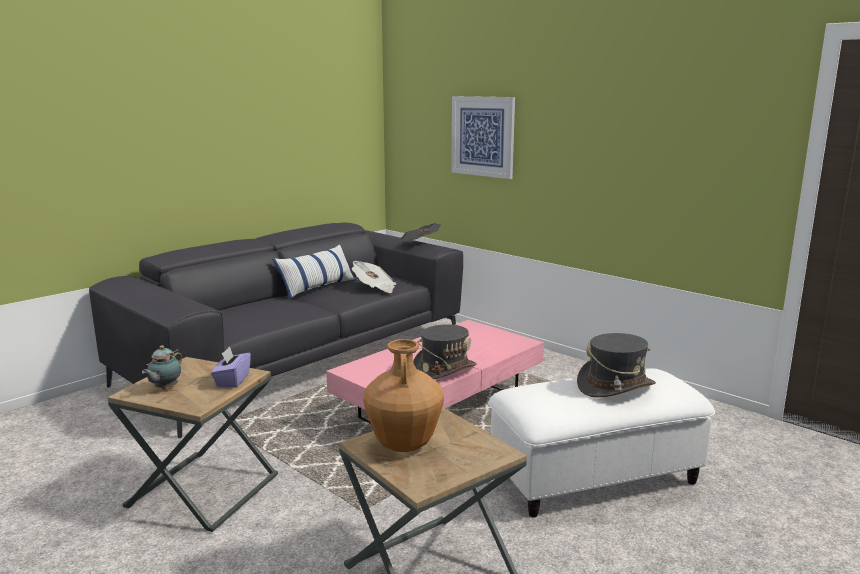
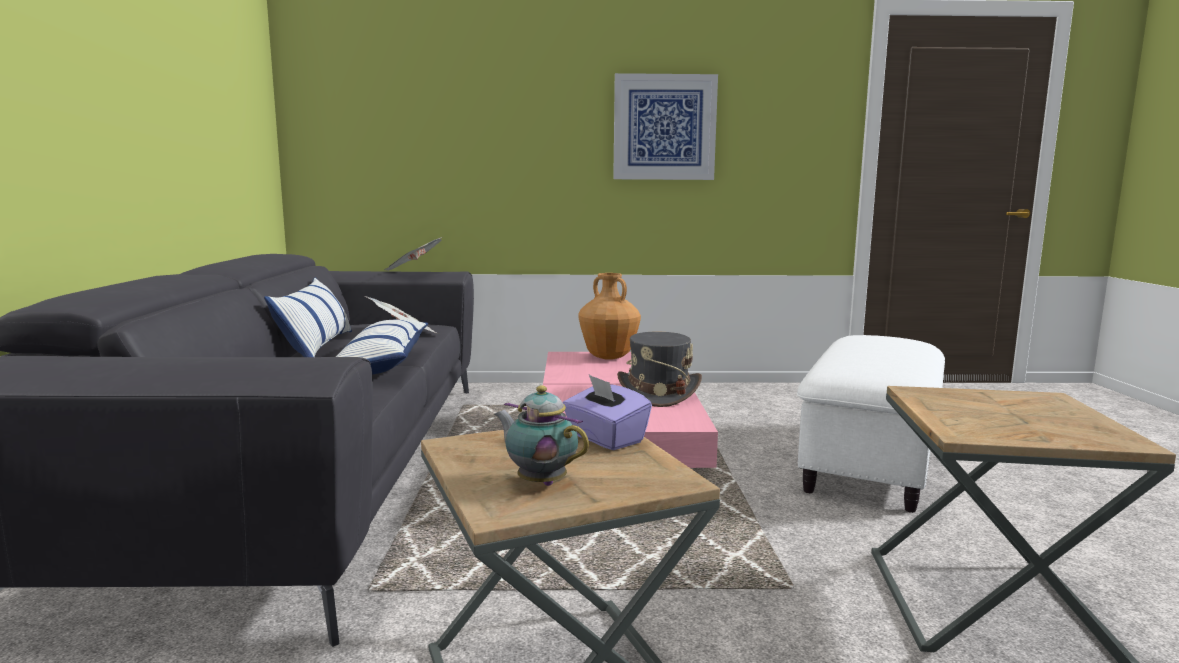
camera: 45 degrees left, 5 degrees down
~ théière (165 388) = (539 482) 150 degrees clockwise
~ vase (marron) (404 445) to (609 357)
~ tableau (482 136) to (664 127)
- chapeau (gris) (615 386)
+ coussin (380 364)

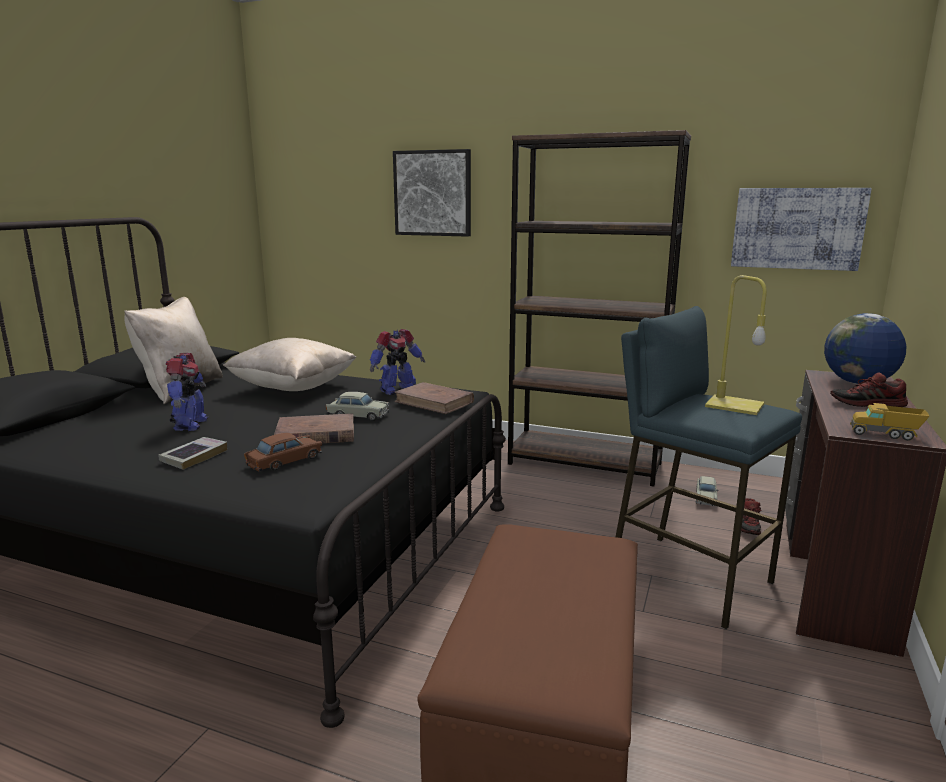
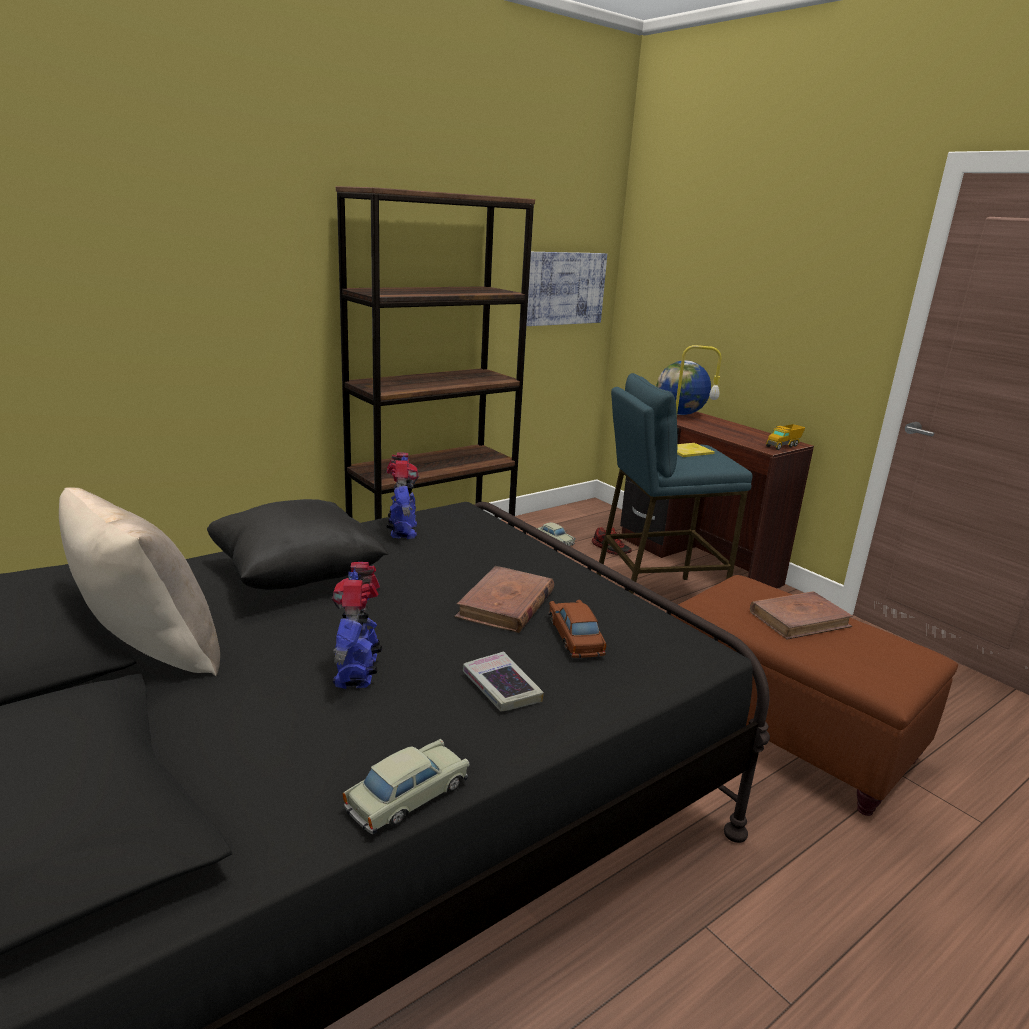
camera: 60 degrees left, 5 degrees up
~ robot jouet (189 425) = (358 671) 120 degrees counterclockwise
~ coussin (beige) (293 388) to coussin (noir) (296 577)
~ petite voiture (beige) (358 415) to (407 796)
- tableau (433 193)
~ livre (marron) (434 402) to (799 619)
- chaussure (867 404)

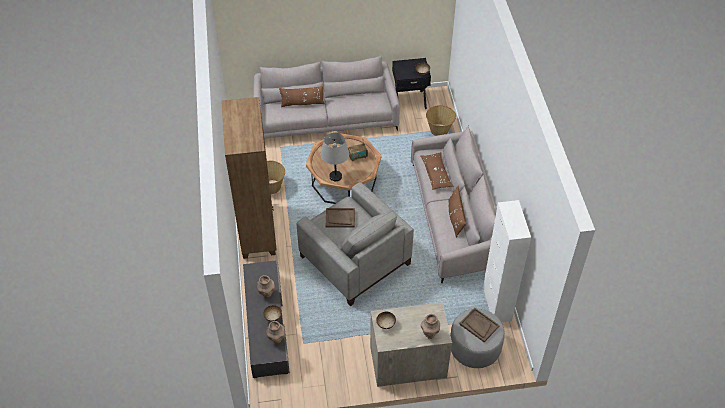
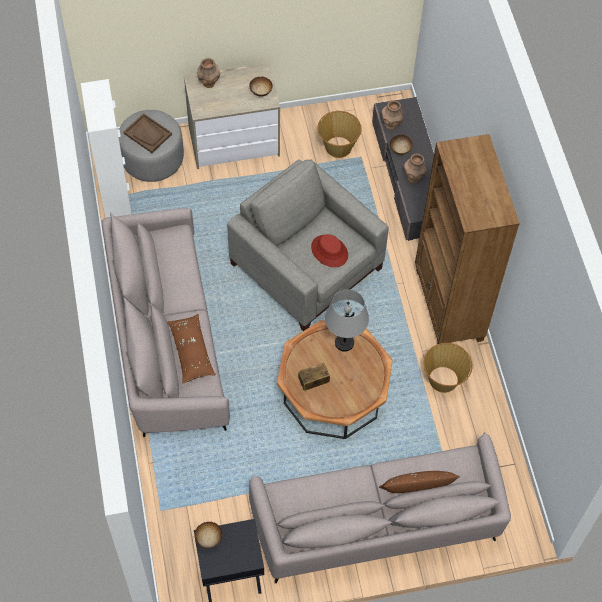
camera: 175 degrees right, 10 degrees up
~ plateau (marron) (340 218) to chapeau (rouge) (329 251)
~ panier (439 130) to (338 147)
- coussin (marron) (455 218)

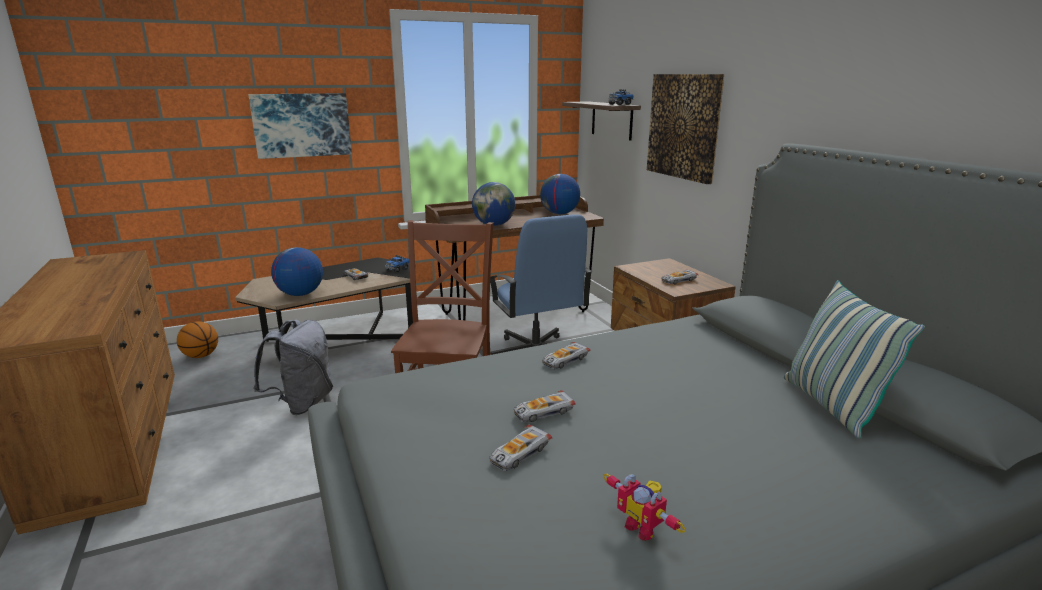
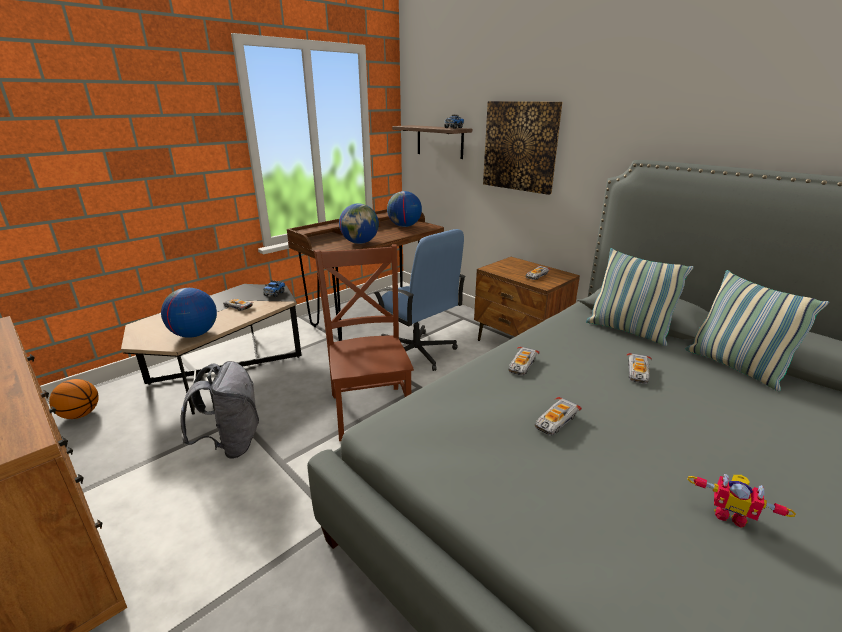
camera: 20 degrees left, 5 degrees up
- tableau (302 125)
~ petite voiture (519 453) to (638 372)
+ coussin (627 331)

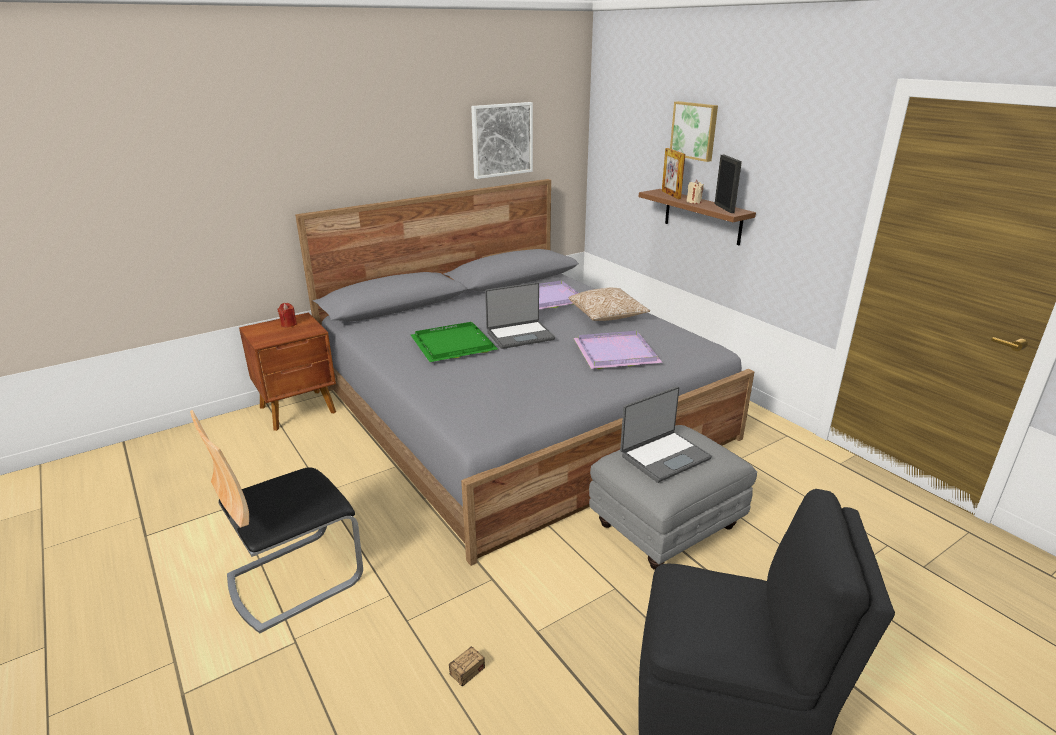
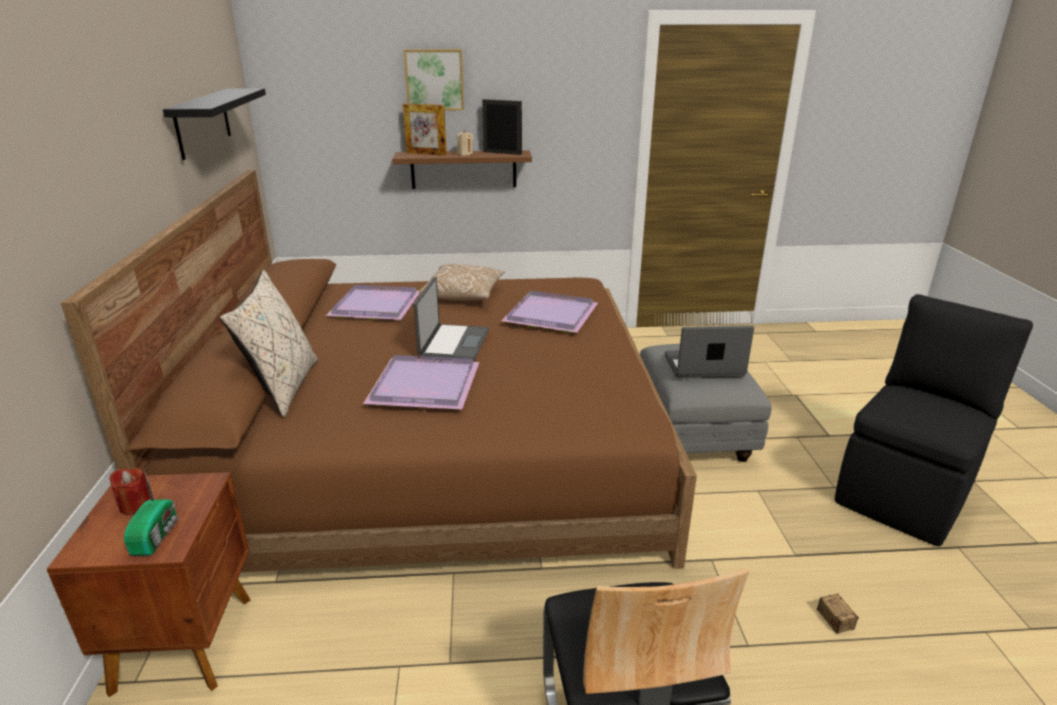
camera: 60 degrees left, 0 degrees up
~ lit (gris) (519 412) to lit (marron) (437 444)
~ plateau (vert) (455 345) to plateau (violet) (427 385)
~ tableau (502 140) to étagère (noir) (203 122)
~ ordinateur portable (664 456) = (704 367) 90 degrees counterclockwise
+ radio (157 535)
+ coussin (beige) (282 387)

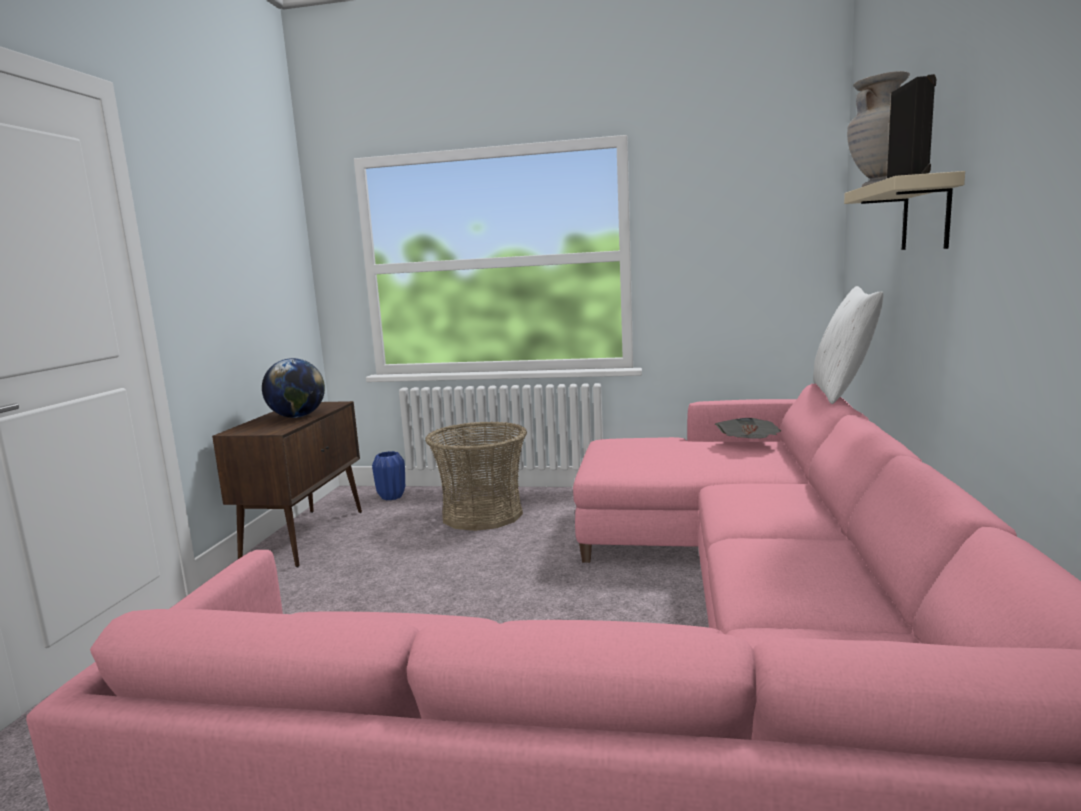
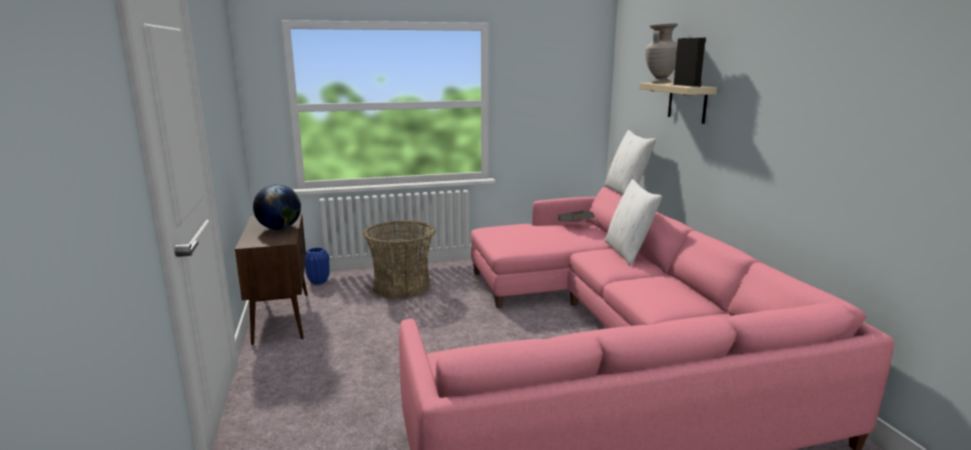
camera: 25 degrees left, 5 degrees up
+ coussin (blanc) (628 252)

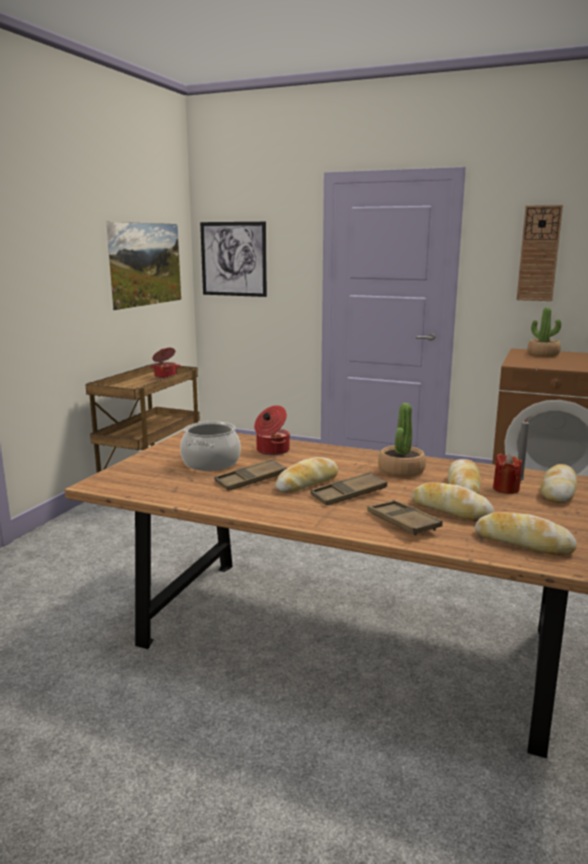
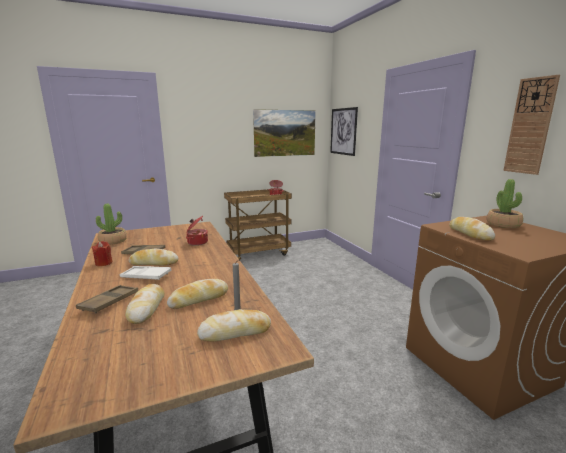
camera: 45 degrees right, 0 degrees up
- marmite (211 463)
~ plateau (marron) (348 494) to plateau (blanc) (146 276)
~ plante en pot (401 471) to (113 241)
~ pain (523 542) to (469 234)
~ bougie (rouge) (506 489) to (103 263)

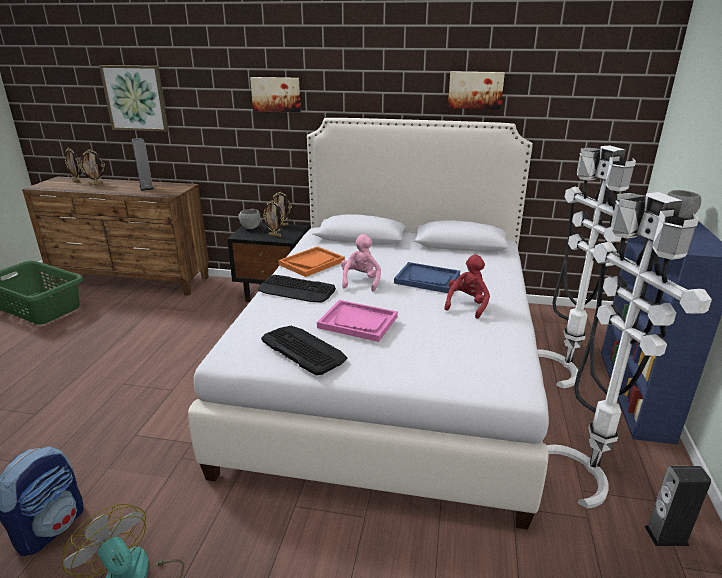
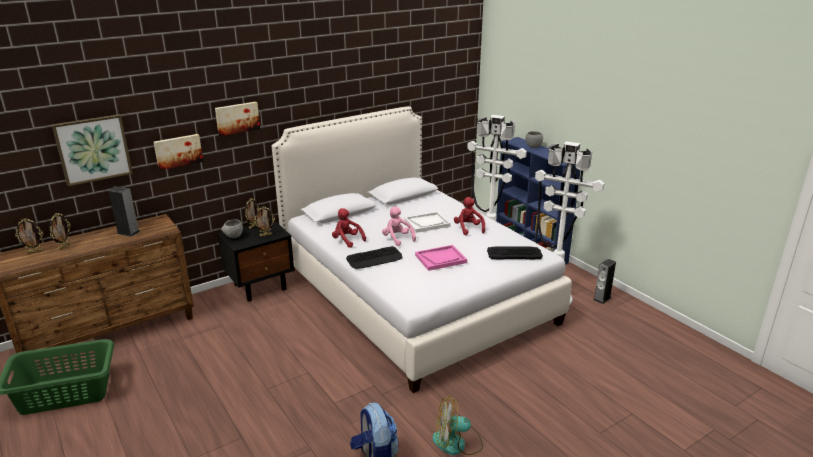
camera: 45 degrees left, 0 degrees up
~ clavier (303 349) to (514 253)
~ plateau (orange) (312 263) to peluche (rouge) (347 240)
~ plateau (bleu) (427 279) to plateau (blanc) (427 223)
~ tableau (475 90) to (178 151)

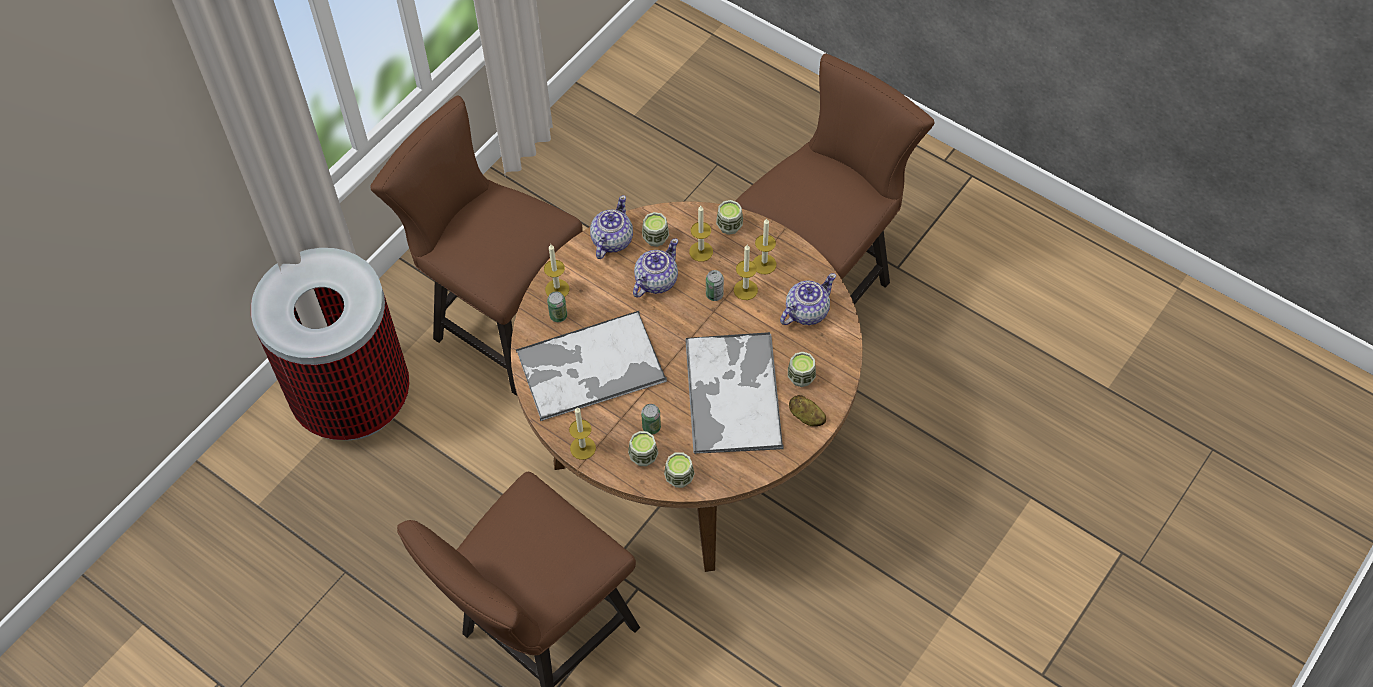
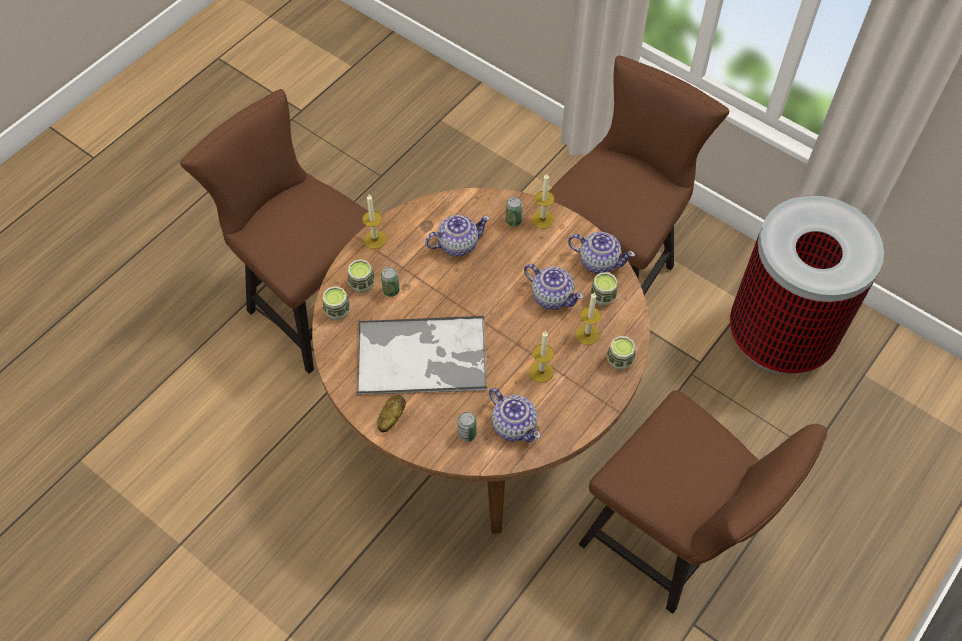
camera: 90 degrees right, 0 degrees up
~ poubelle (353 398) to (780 337)
~ plateau (589 367) to théière (457 244)
~ boîte métallique (714 294) to (467 434)
- bougie (764 264)
- tasse (801 377)

